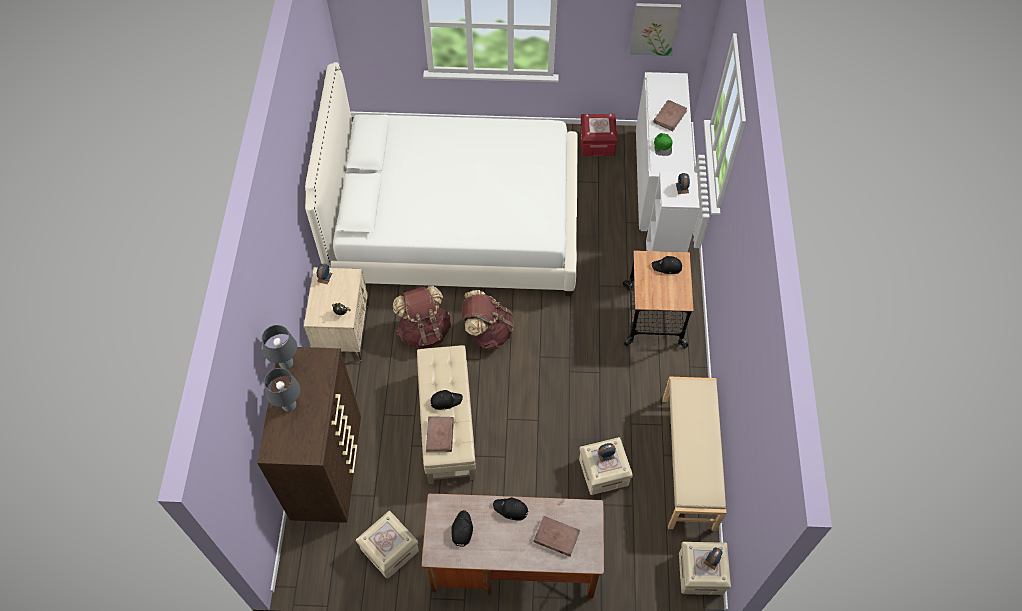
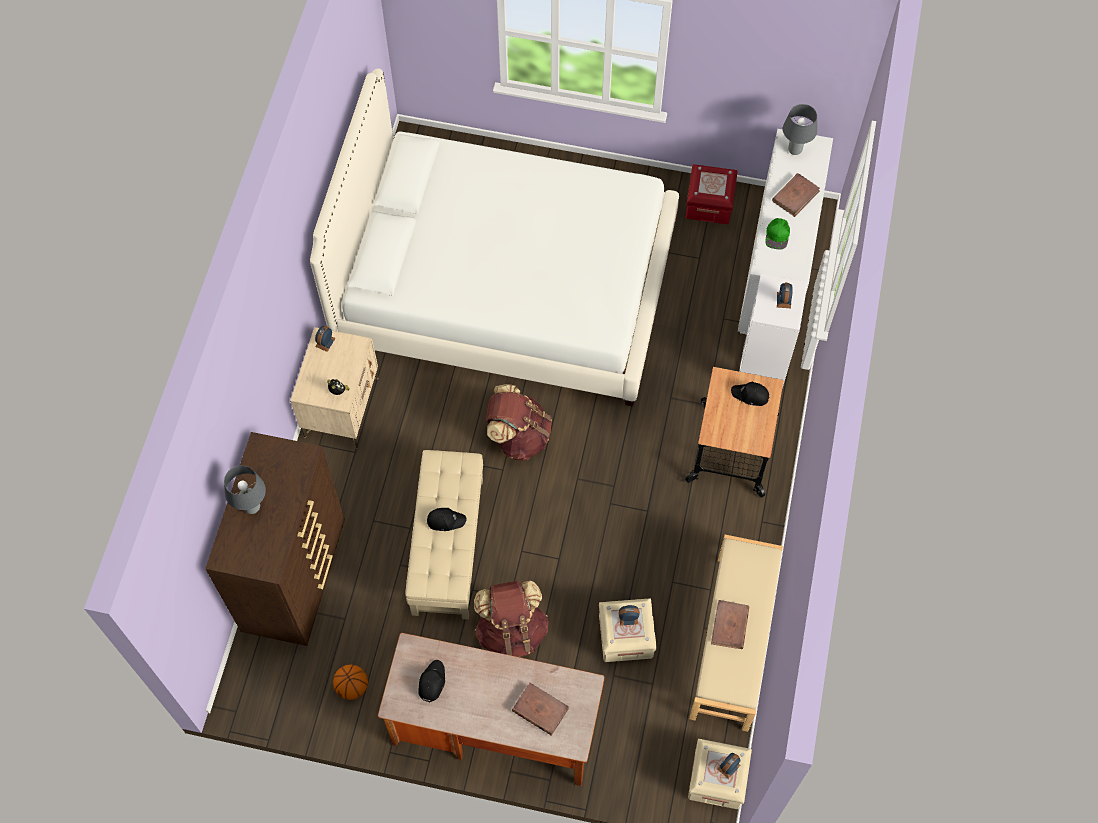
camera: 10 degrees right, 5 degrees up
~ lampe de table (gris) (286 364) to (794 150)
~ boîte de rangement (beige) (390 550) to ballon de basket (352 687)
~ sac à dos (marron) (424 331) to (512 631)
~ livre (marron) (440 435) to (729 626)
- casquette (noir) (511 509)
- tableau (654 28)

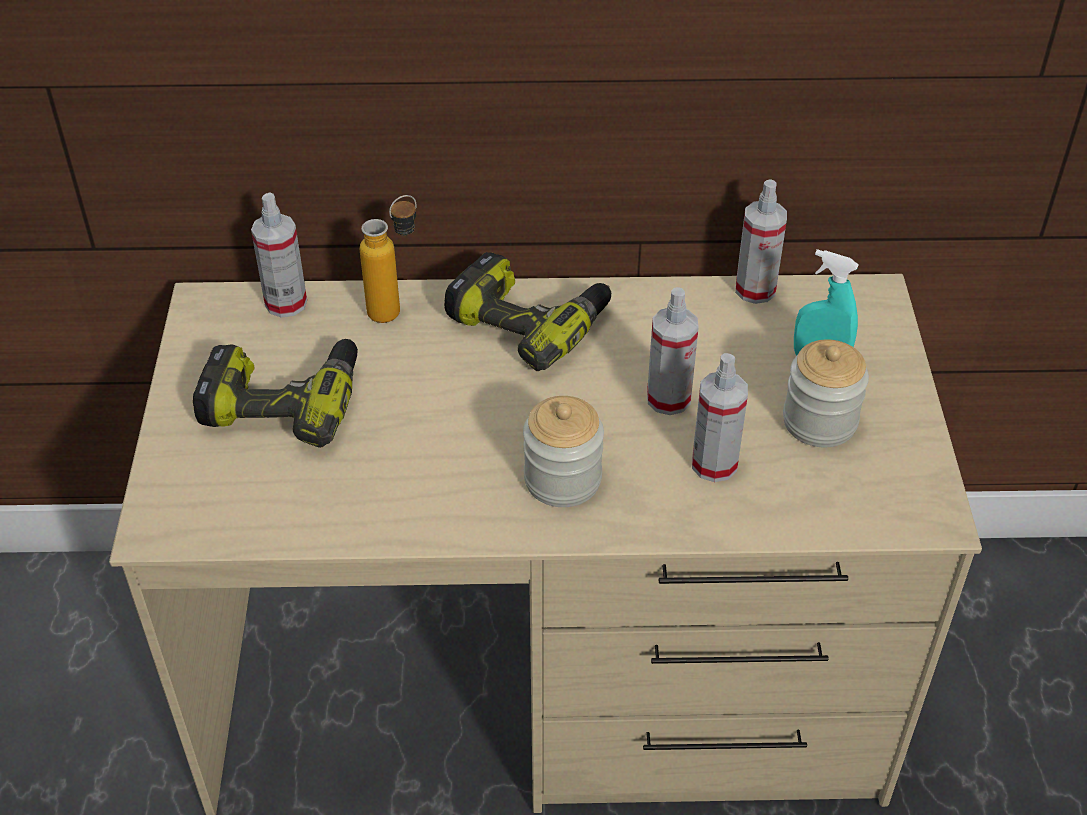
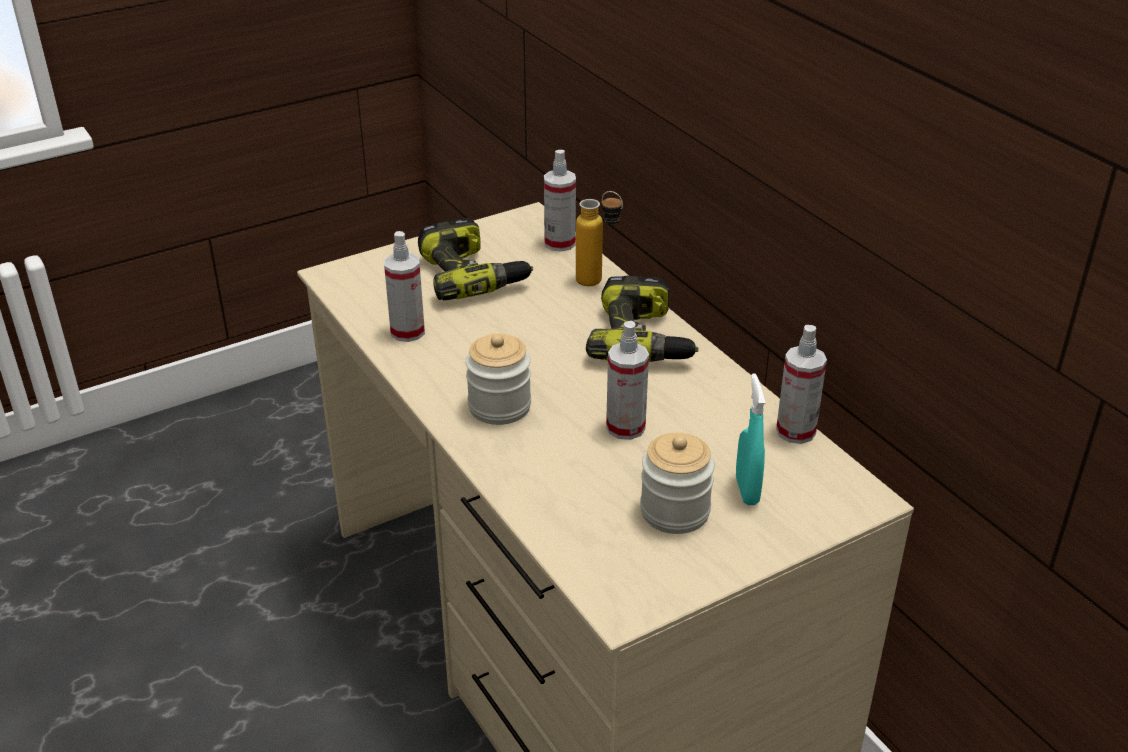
camera: 60 degrees right, 10 degrees down
~ vaporisateur (714 464) to (407 332)

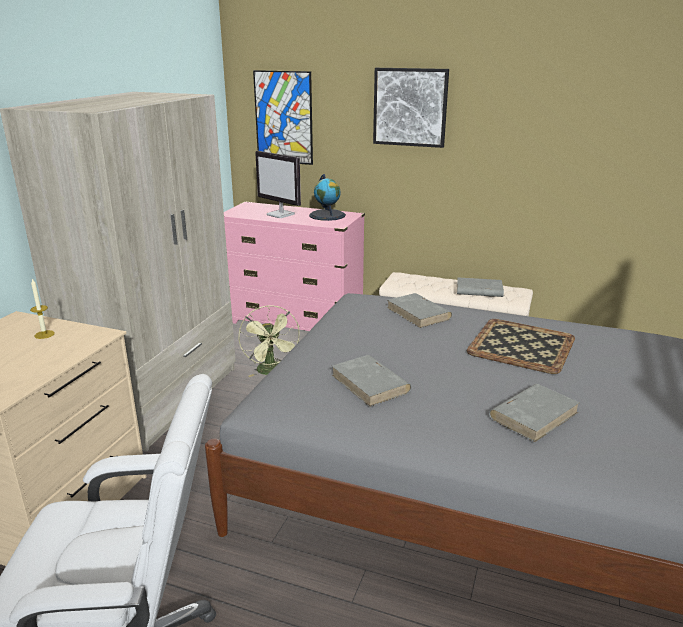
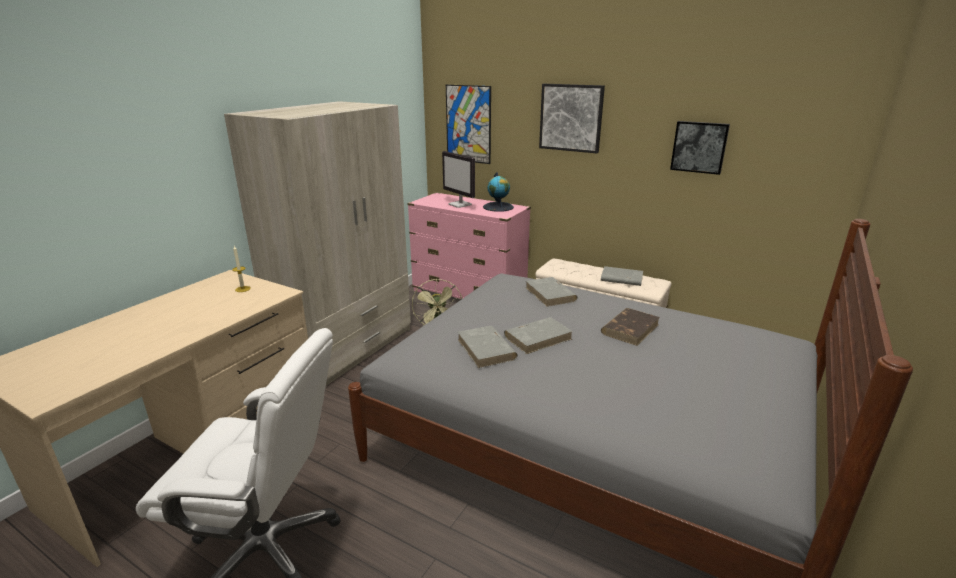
camera: 10 degrees right, 0 degrees up
~ plateau (522 345) to livre (marron) (630 329)
~ livre (gris) (534 415) to (538 337)
+ tableau (699 147)

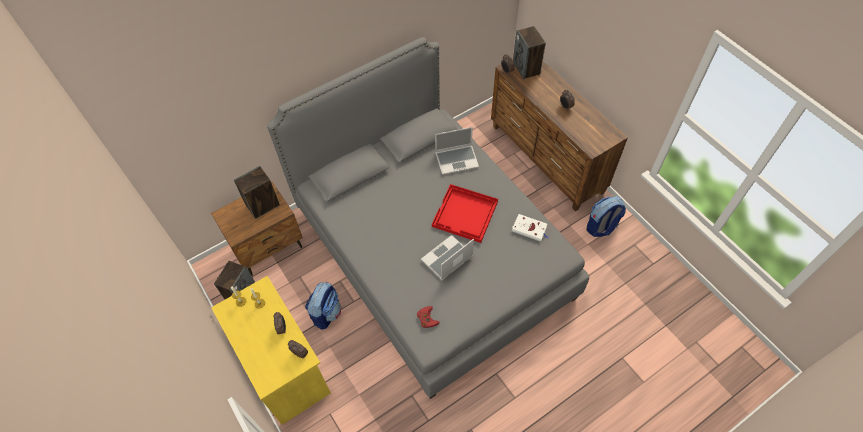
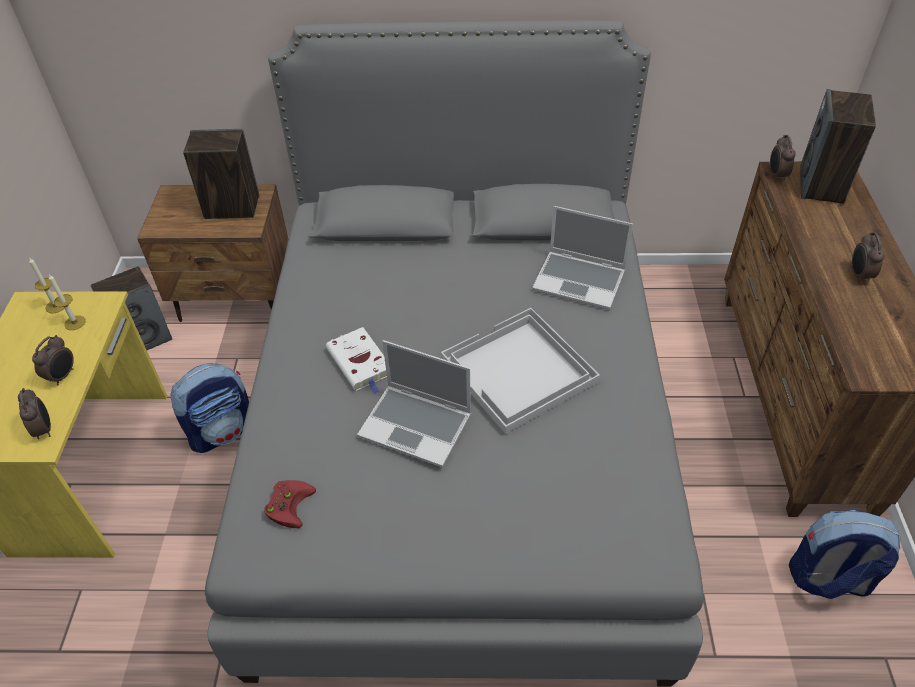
camera: 35 degrees right, 10 degrees down
~ ordinateur portable (447 259) = (417 426) 150 degrees counterclockwise
~ plateau (rouge) (465 214) to plateau (blanc) (518 372)
~ livre (blanc) (530 229) to (361 363)

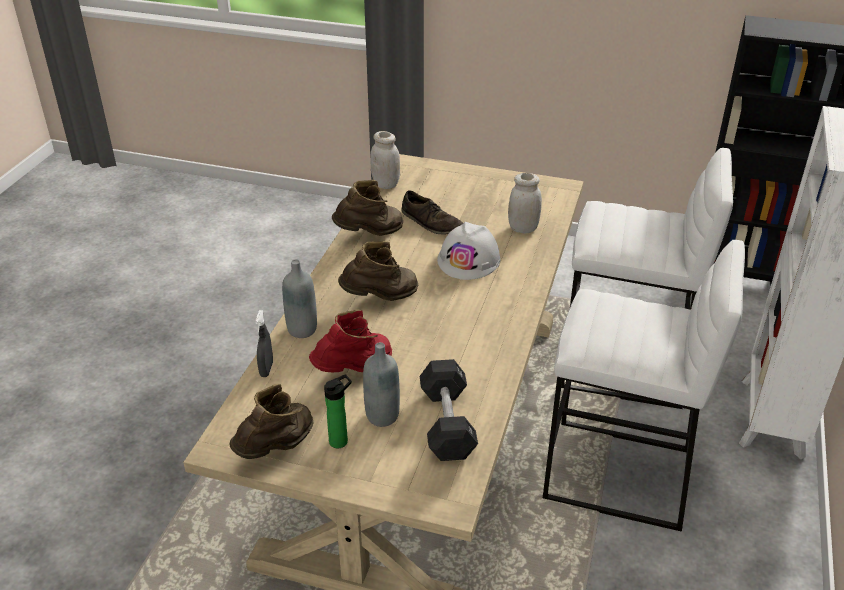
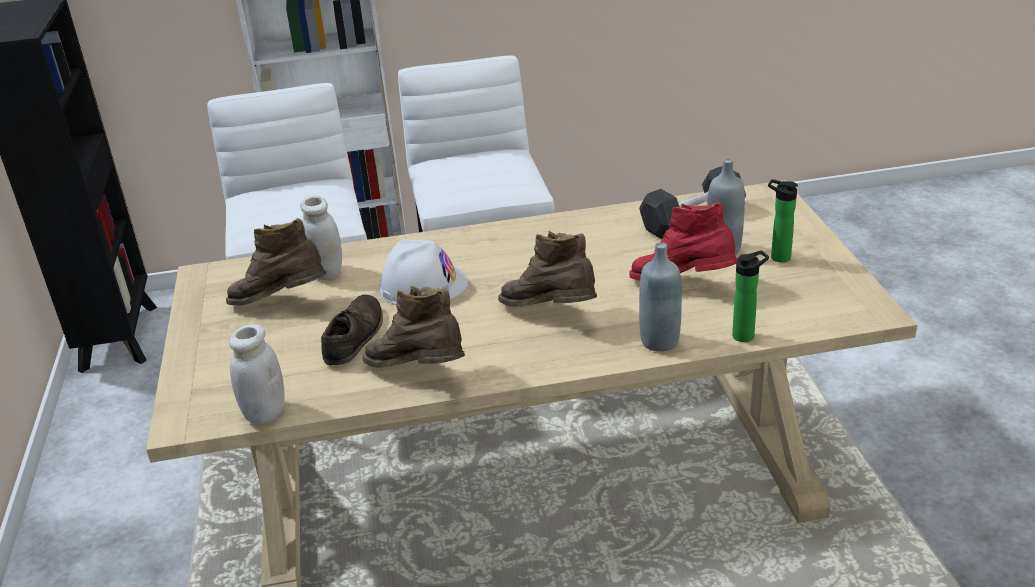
camera: 115 degrees left, 5 degrees down
~ botte (marron) (278 448) to (281 303)
~ vaporisateur (gris) (266 369) to bouteille (746 335)

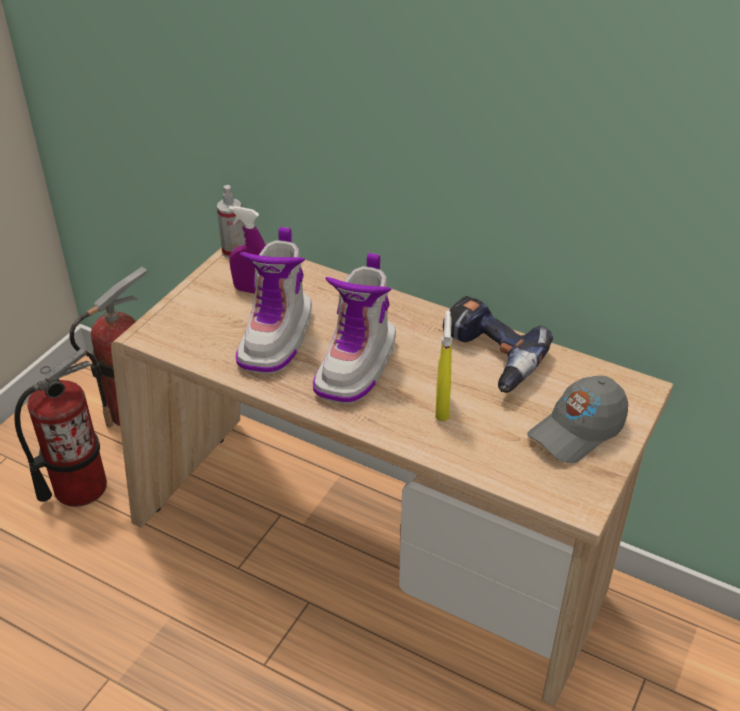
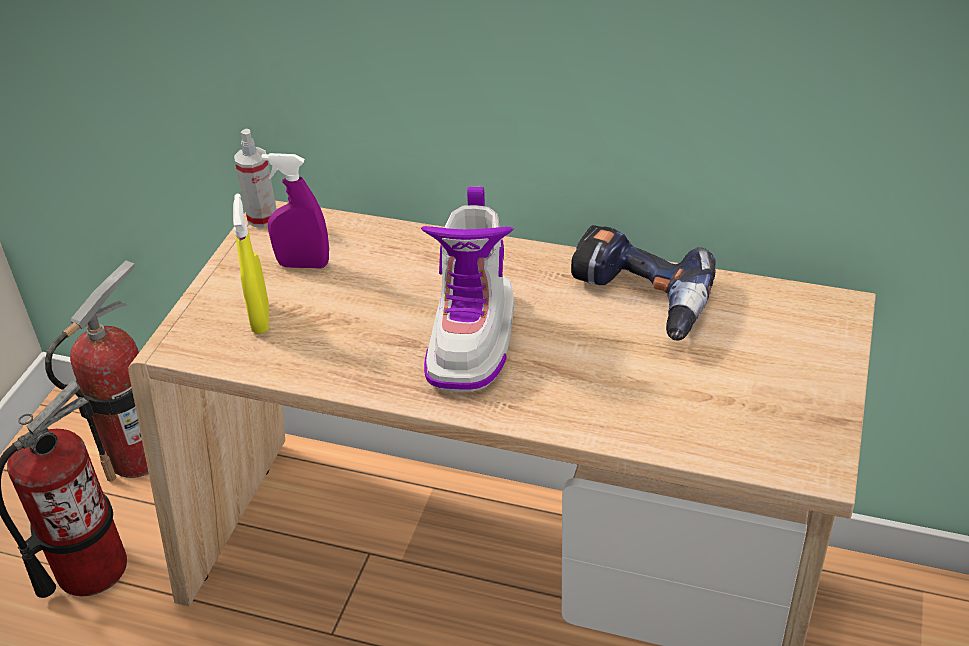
camera: 10 degrees left, 0 degrees up
- botte (277 338)
~ vaporisateur (jaune) (442 408) to (260 318)
- casquette (gris) (577 431)

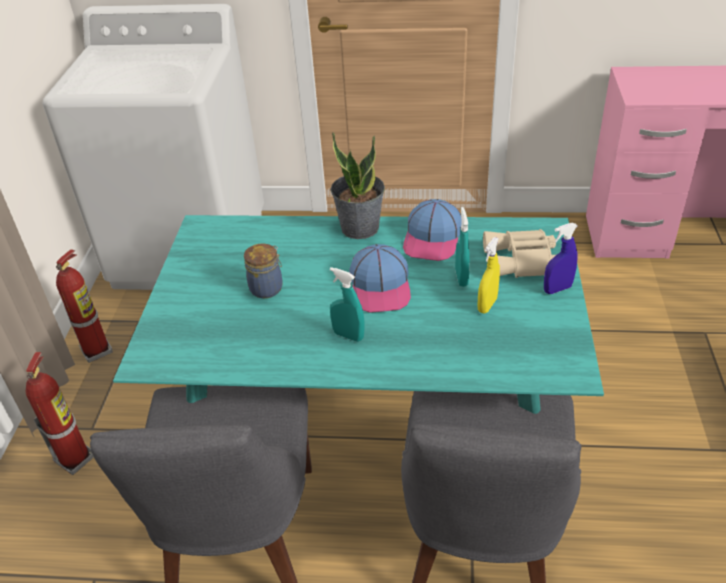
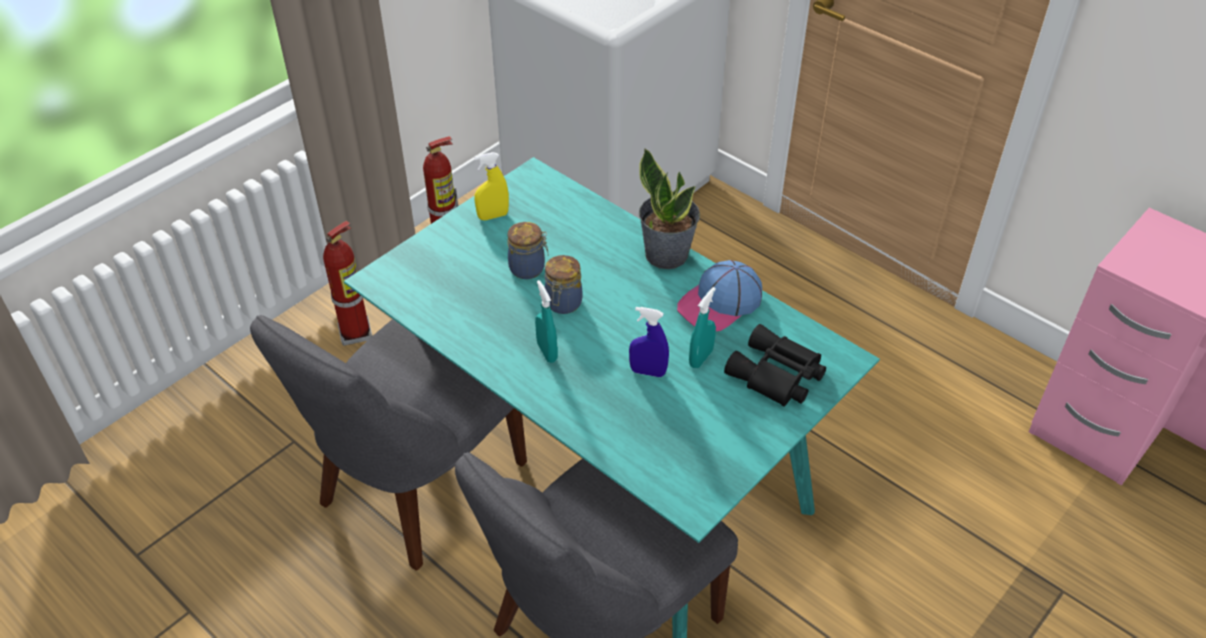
camera: 35 degrees right, 5 degrees up
- casquette (381 287)
~ vaporisateur (jaune) (487 305) to (493 216)
~ jumelles (beige) (522 261) to jumelles (noir) (776 376)
~ vaporisateur (bleu) (557 289) to (648 372)
+ bocal (563 304)

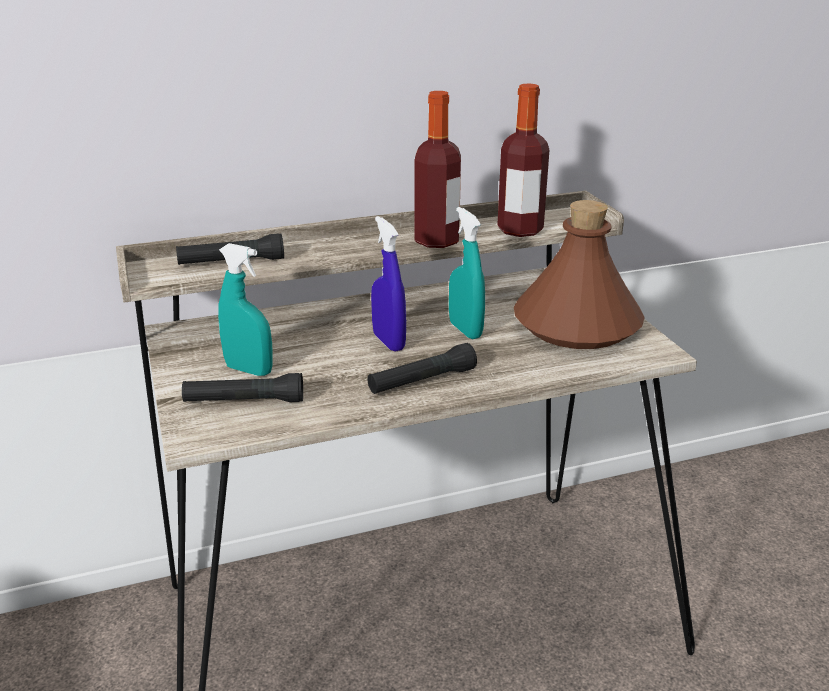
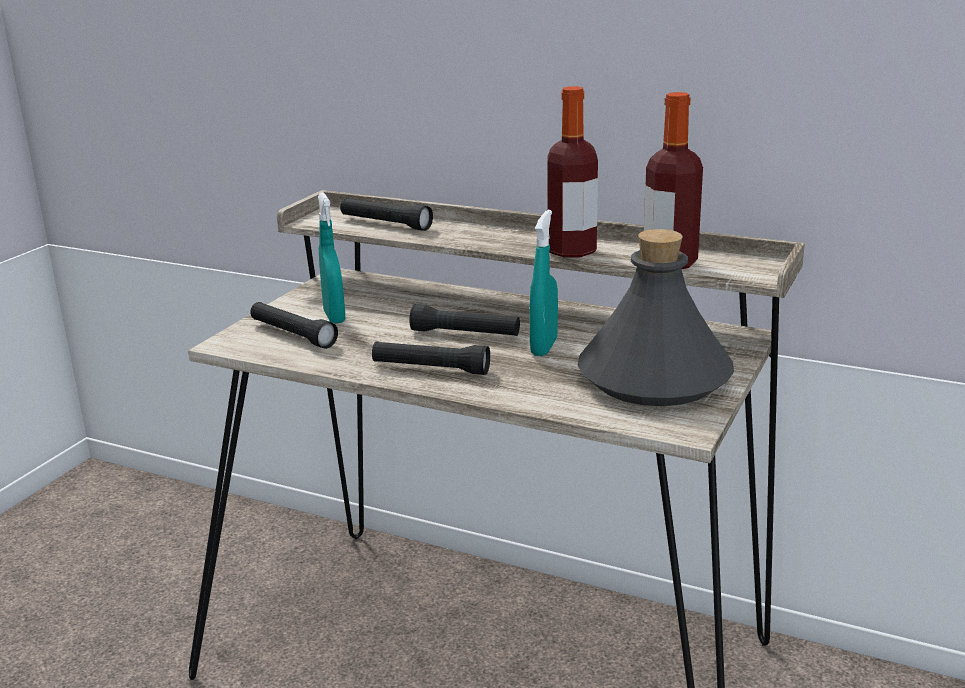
camera: 45 degrees right, 5 degrees down
~ vaporisateur (bleu) (388 342) to lampe de poche (noir) (465 334)
~ bouteille (marron) (575 325) to bouteille (gris) (653 378)

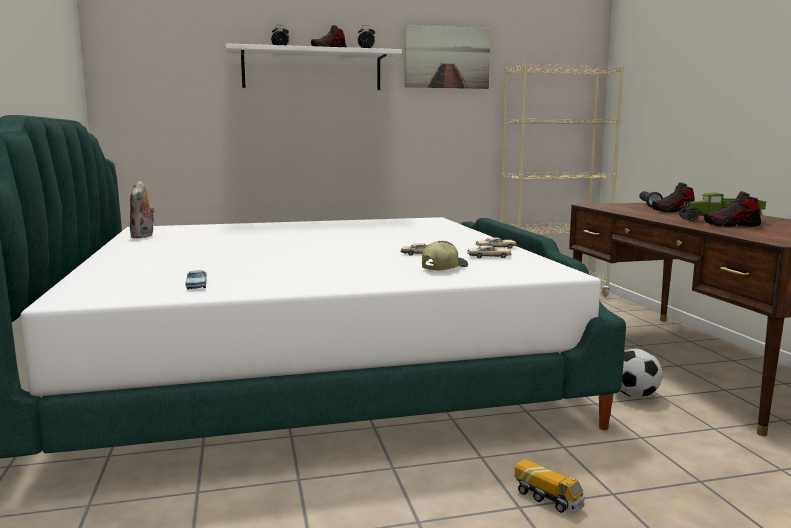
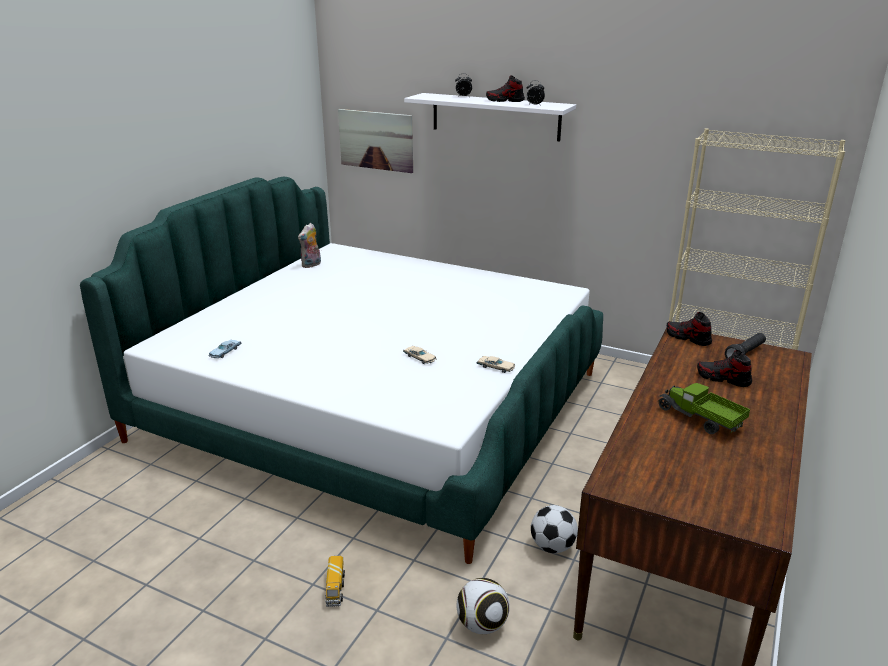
camera: 40 degrees right, 15 degrees up
~ tableau (447 57) to (376 140)
- casquette (443 268)
- petite voiture (beige) (489 256)
~ chaussure (731 225) to (688 338)
+ ballon de foot (482 624)

